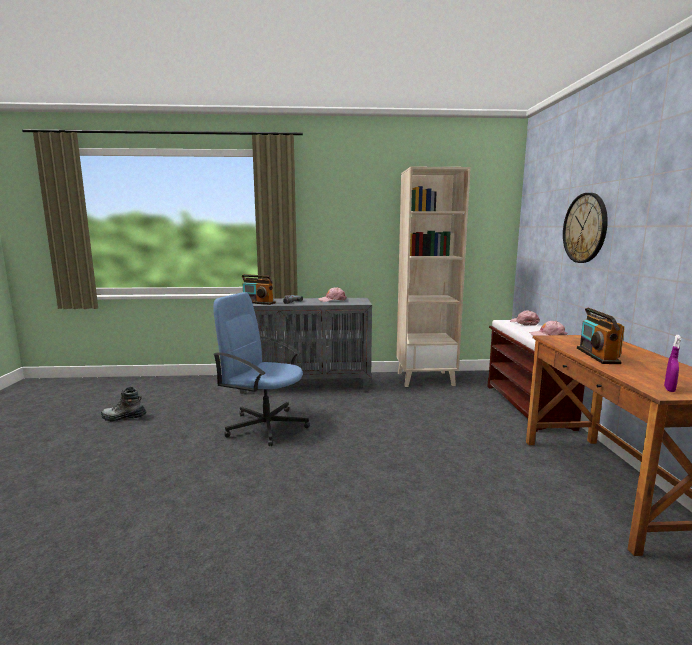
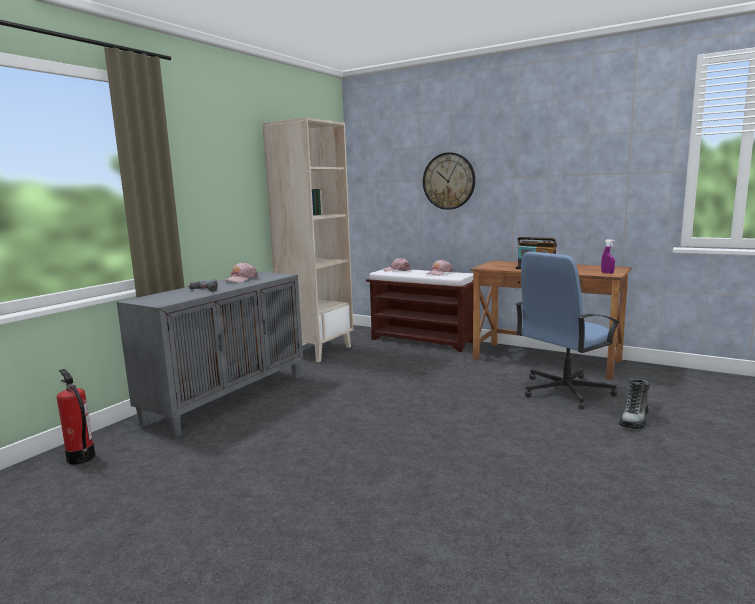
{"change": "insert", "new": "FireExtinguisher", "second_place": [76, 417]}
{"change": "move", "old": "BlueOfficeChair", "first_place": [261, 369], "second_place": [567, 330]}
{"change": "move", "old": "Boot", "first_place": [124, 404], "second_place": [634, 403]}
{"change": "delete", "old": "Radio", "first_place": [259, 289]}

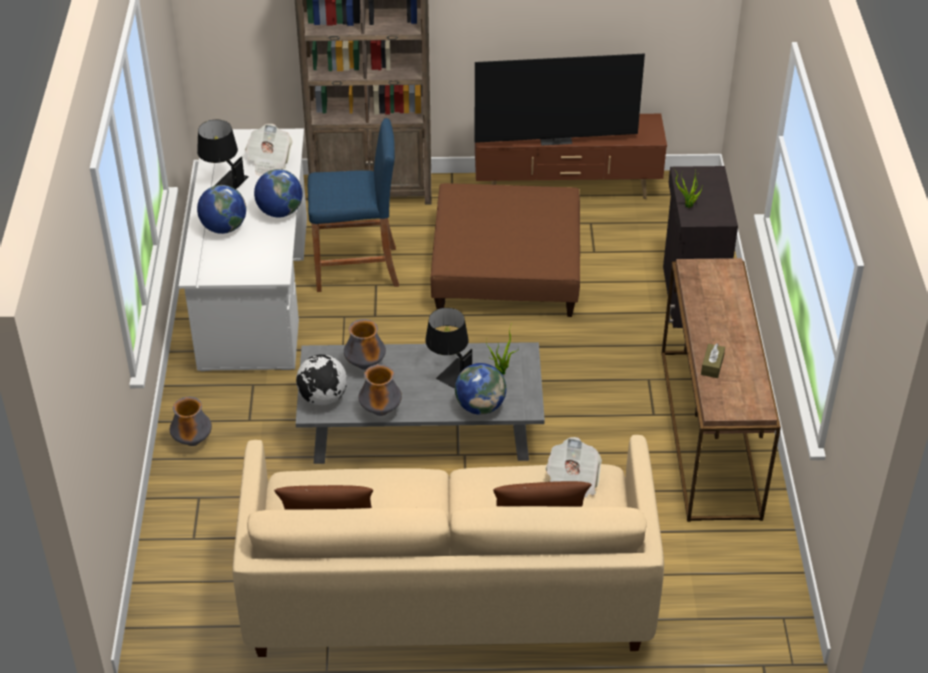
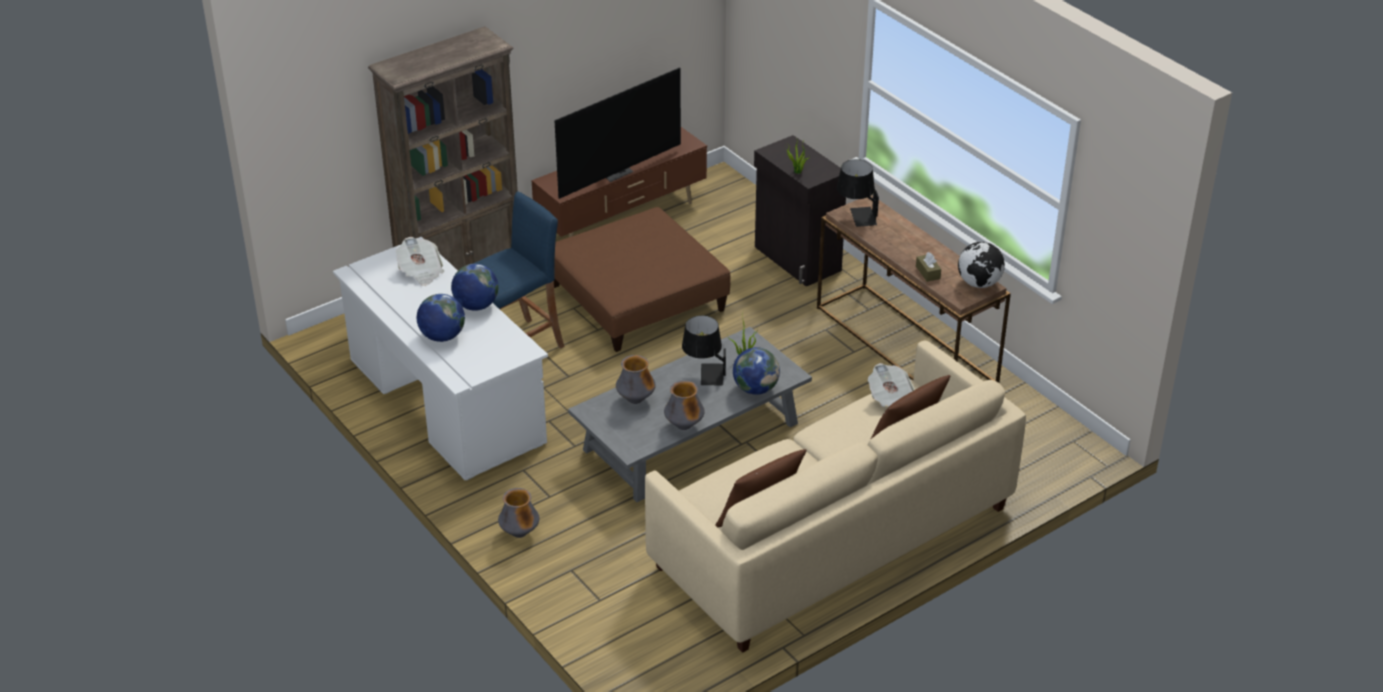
{"change": "move", "old": "BlackTableLamp", "first_place": [223, 154], "second_place": [858, 193]}
{"change": "move", "old": "Globe", "first_place": [321, 380], "second_place": [981, 265]}

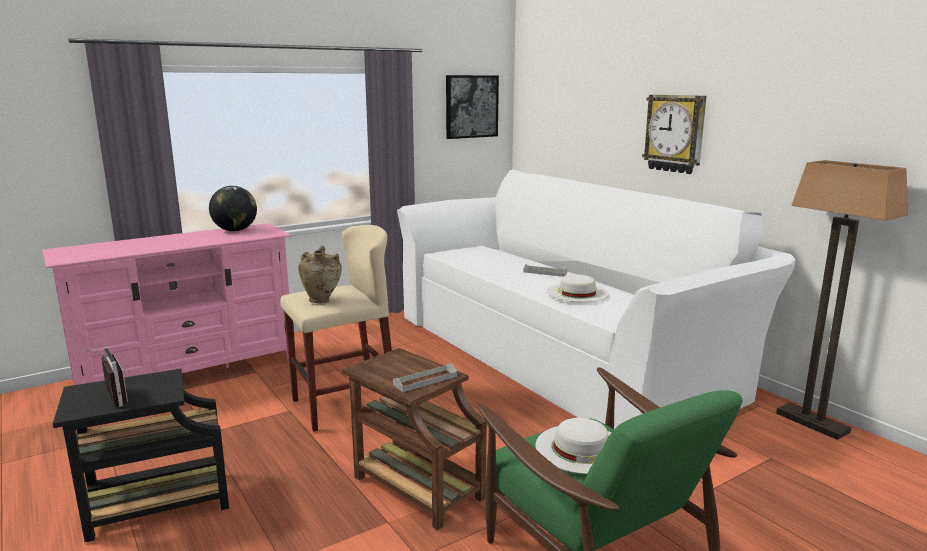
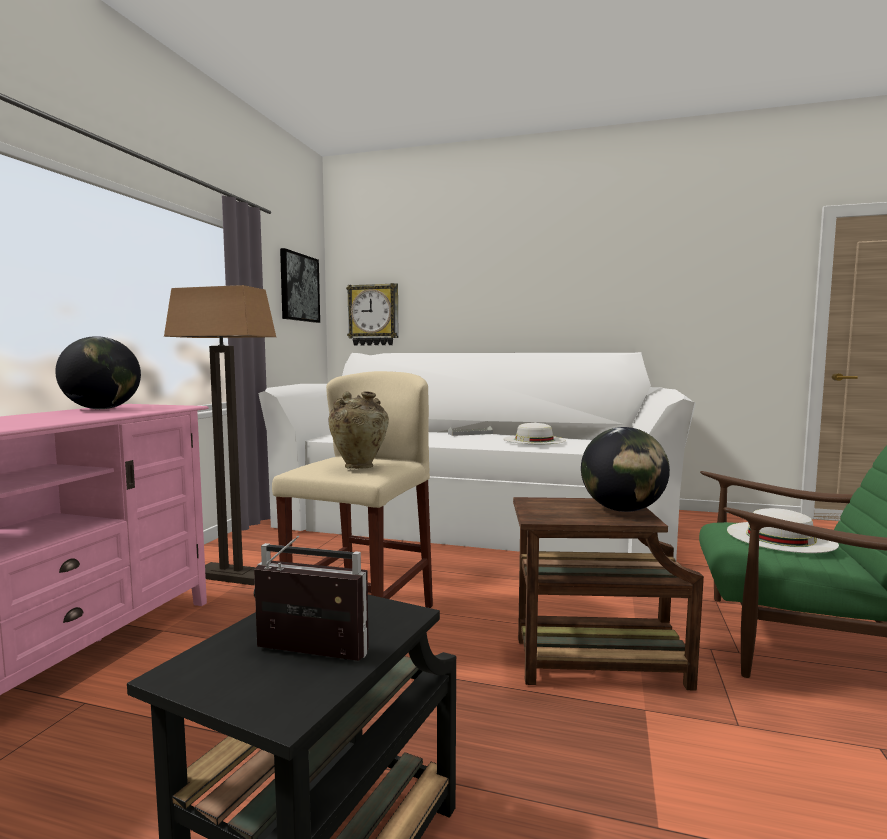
{"change": "move", "old": "FloorLamp", "first_place": [842, 300], "second_place": [220, 435]}
{"change": "move", "old": "WallClock", "first_place": [674, 134], "second_place": [372, 314]}
{"change": "replace", "old": "GreyTray", "new": "Globe", "first_place": [425, 377], "second_place": [625, 469]}

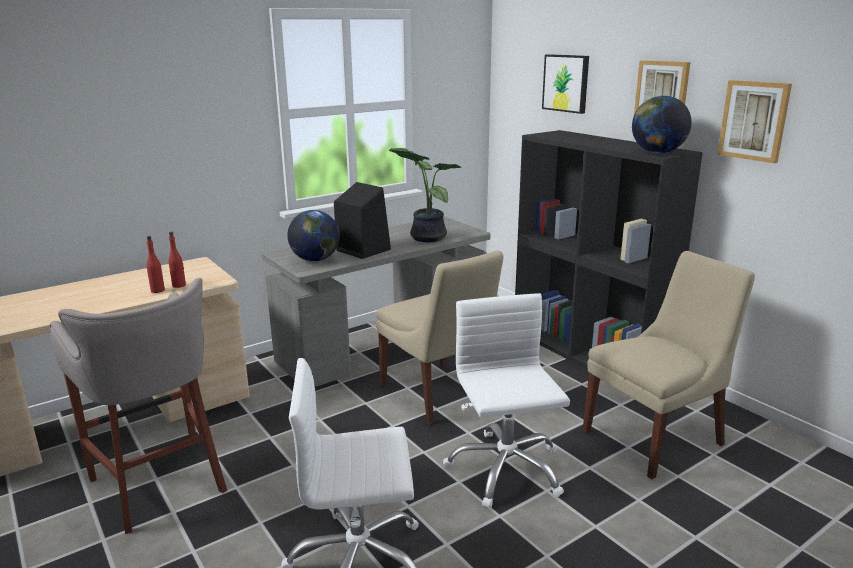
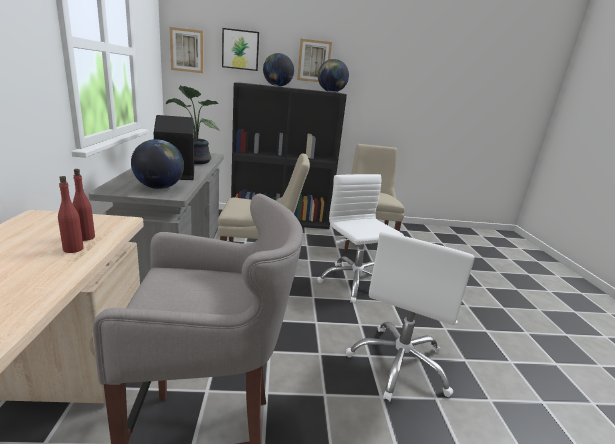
{"change": "move", "old": "Picture", "first_place": [754, 121], "second_place": [187, 50]}
{"change": "insert", "new": "Globe", "second_place": [278, 70]}
{"change": "rotate", "old": "WhiteOfficeChair", "first_place": [506, 400], "second_place": [360, 238], "degrees": 45}

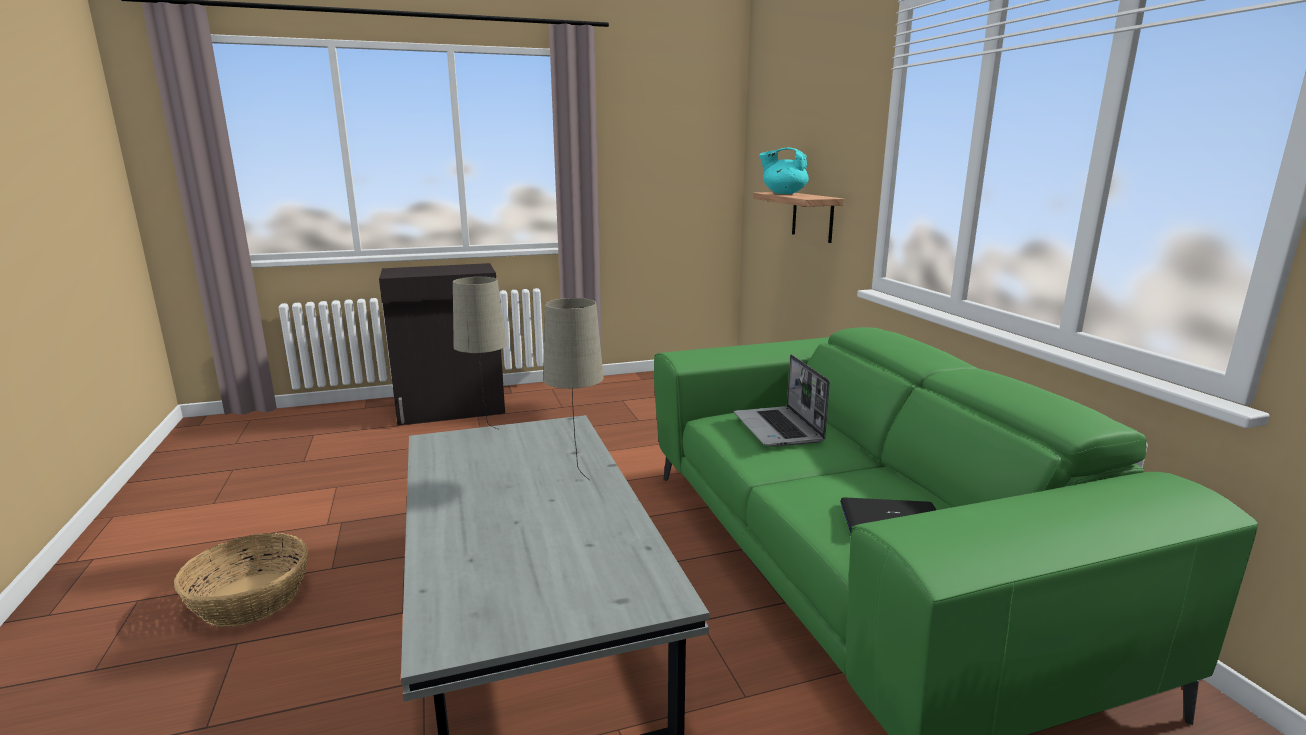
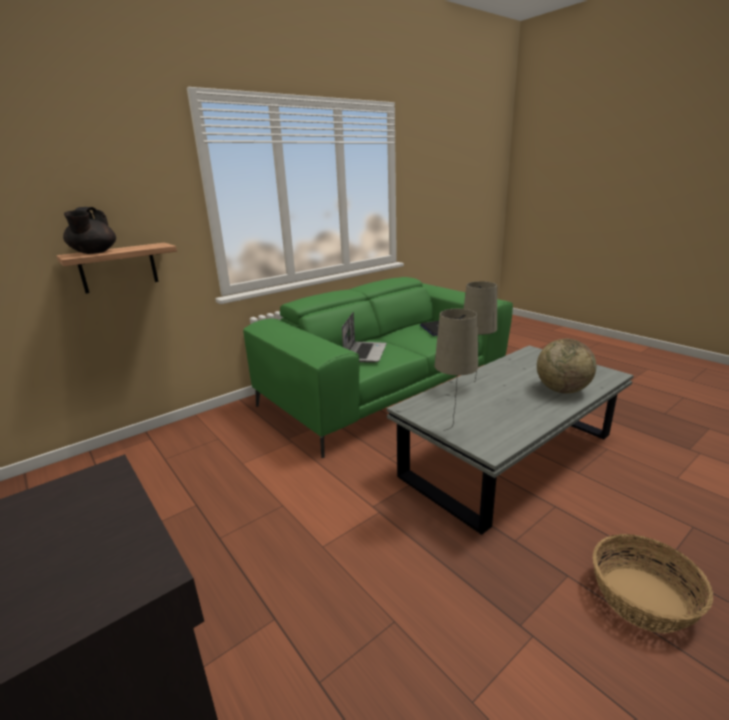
{"change": "recolor", "old": "TurquoiseTeapot", "new": "BlackTeapot", "first_place": [784, 171], "second_place": [89, 230]}
{"change": "rotate", "old": "Laptop", "first_place": [782, 400], "second_place": [364, 337], "degrees": -45}
{"change": "insert", "new": "Globe", "second_place": [566, 366]}

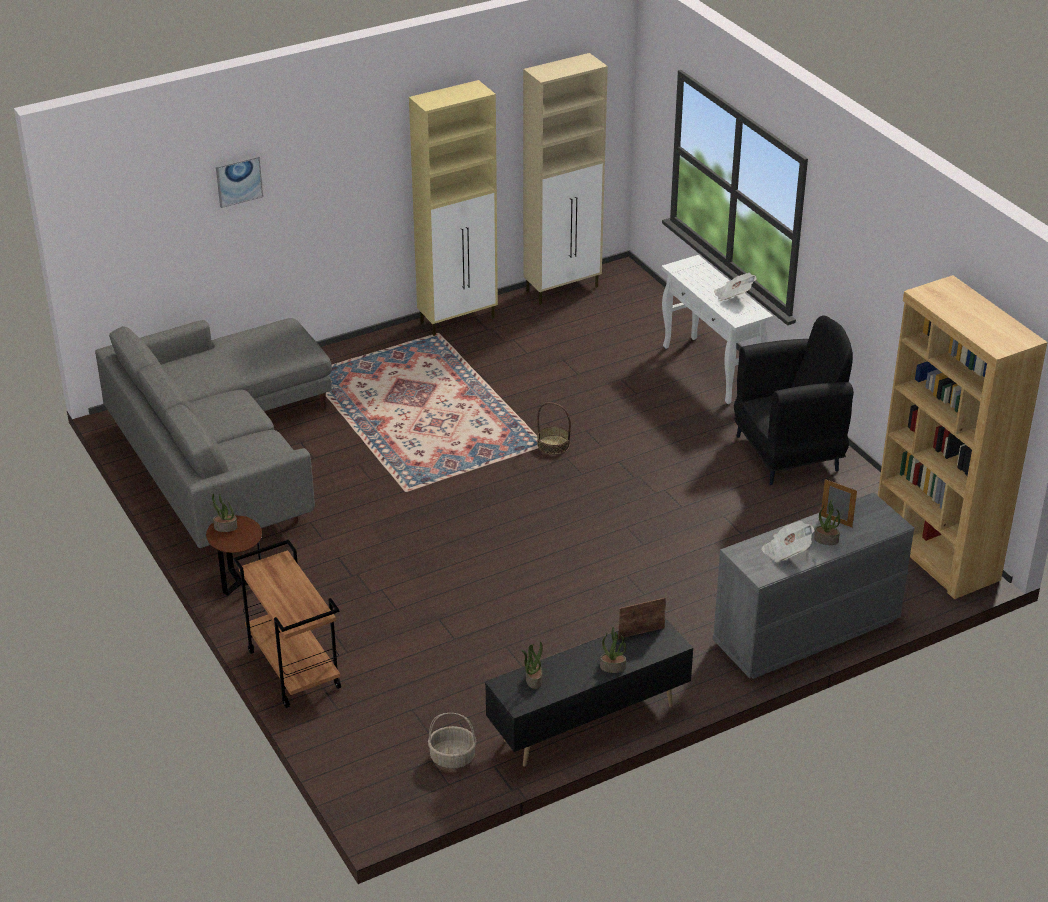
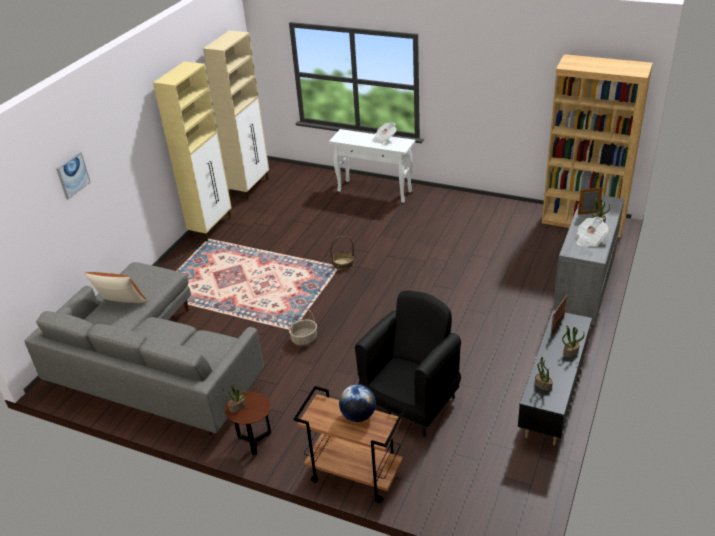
{"change": "insert", "new": "BrownPillow", "second_place": [116, 287]}
{"change": "move", "old": "Basket", "first_place": [452, 741], "second_place": [303, 327]}
{"change": "insert", "new": "Globe", "second_place": [357, 403]}
{"change": "move", "old": "BlackArmchair", "first_place": [794, 400], "second_place": [408, 363]}

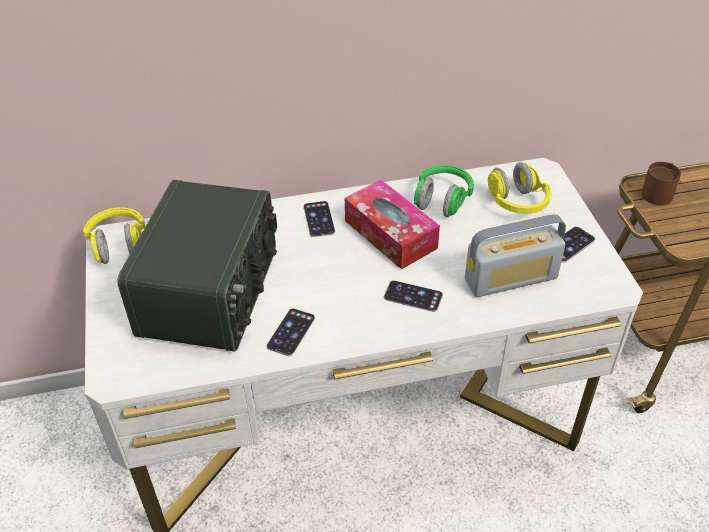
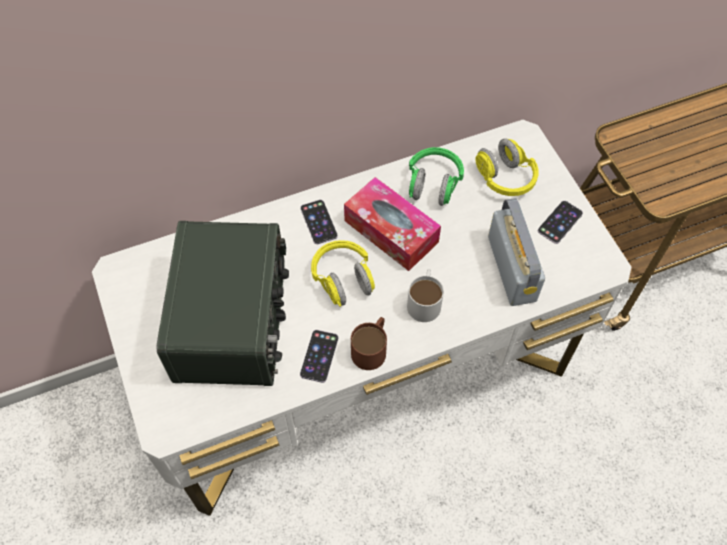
{"change": "move", "old": "YellowHeadphones", "first_place": [114, 235], "second_place": [343, 273]}
{"change": "move", "old": "BrownMug", "first_place": [661, 183], "second_place": [369, 343]}
{"change": "replace", "old": "Phone", "new": "WhiteMug", "first_place": [413, 296], "second_place": [425, 295]}
{"change": "rotate", "old": "Radio", "first_place": [515, 255], "second_place": [516, 252], "degrees": -75}

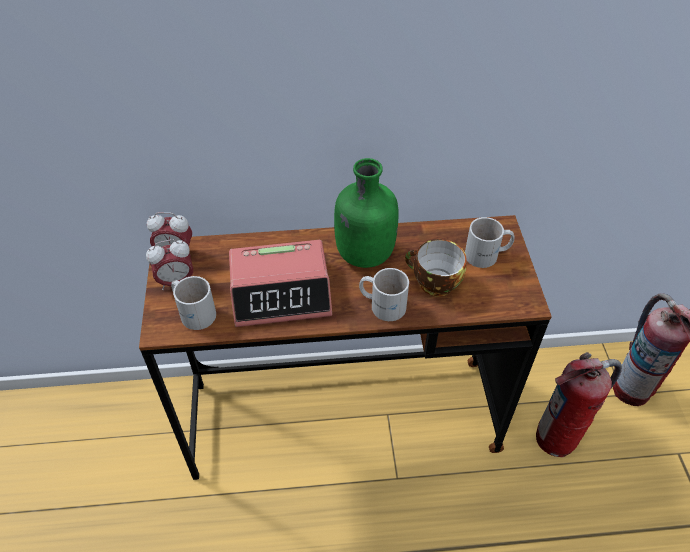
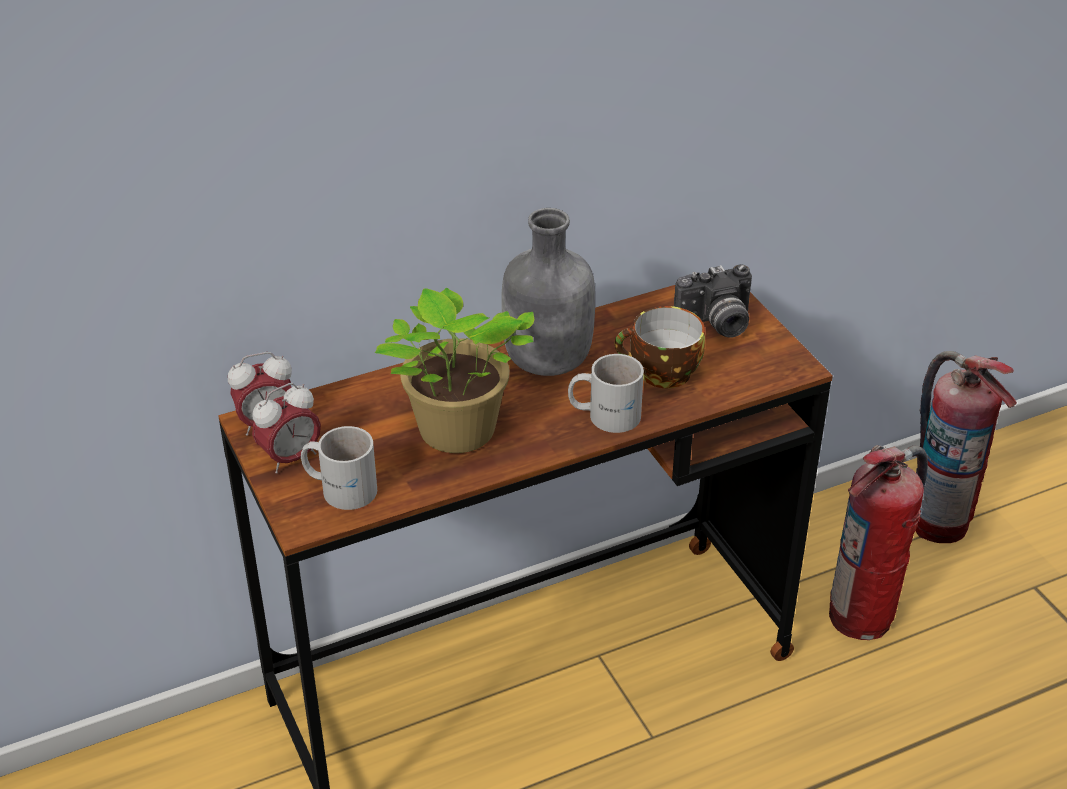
{"change": "replace", "old": "AlarmClock", "new": "PottedPlant", "first_place": [280, 283], "second_place": [454, 370]}
{"change": "recolor", "old": "GreenBottle", "new": "GreyBottle", "first_place": [366, 213], "second_place": [548, 292]}
{"change": "replace", "old": "WhiteMug", "new": "PhotoCamera", "first_place": [490, 242], "second_place": [713, 301]}

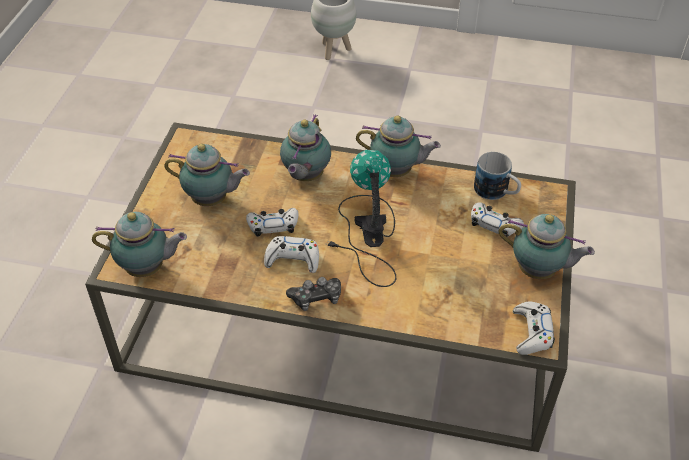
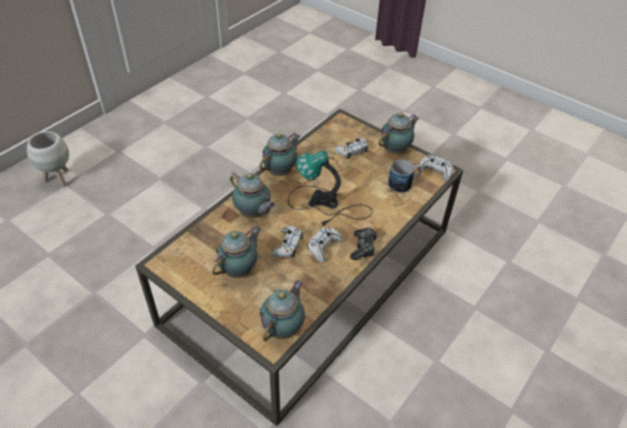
{"change": "move", "old": "Mug", "first_place": [497, 176], "second_place": [406, 176]}

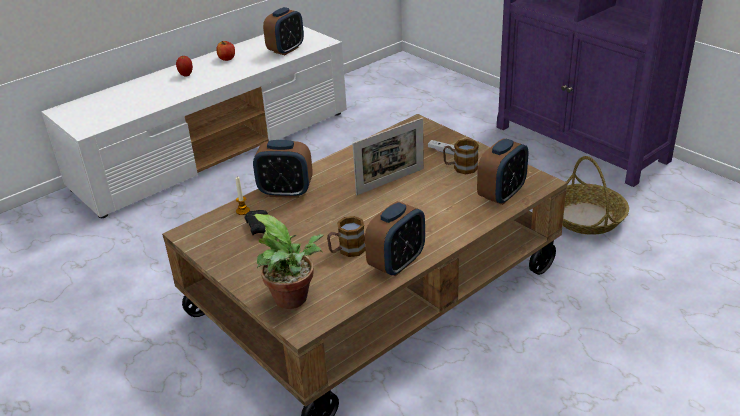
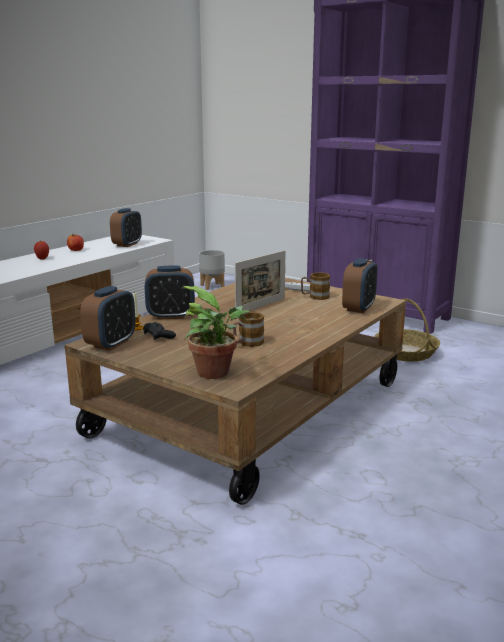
{"change": "move", "old": "AlarmClock", "first_place": [395, 238], "second_place": [108, 318]}
{"change": "insert", "new": "GreyPlanter", "second_place": [212, 270]}

